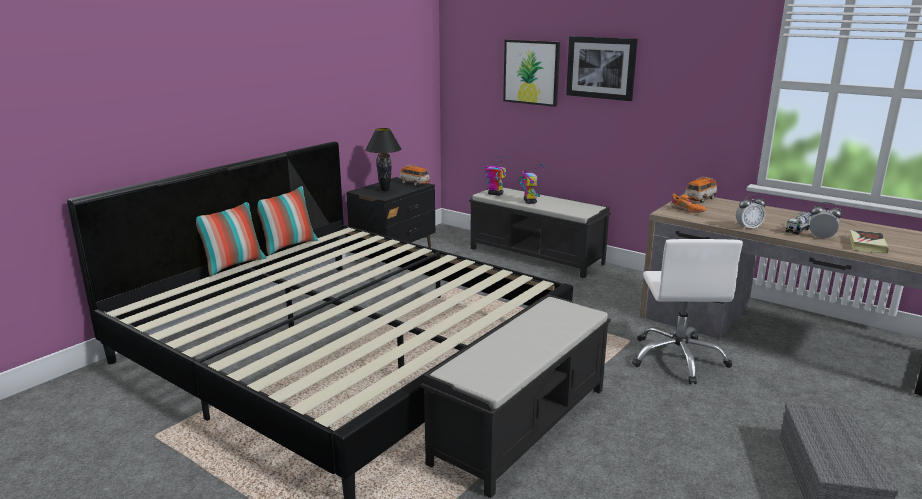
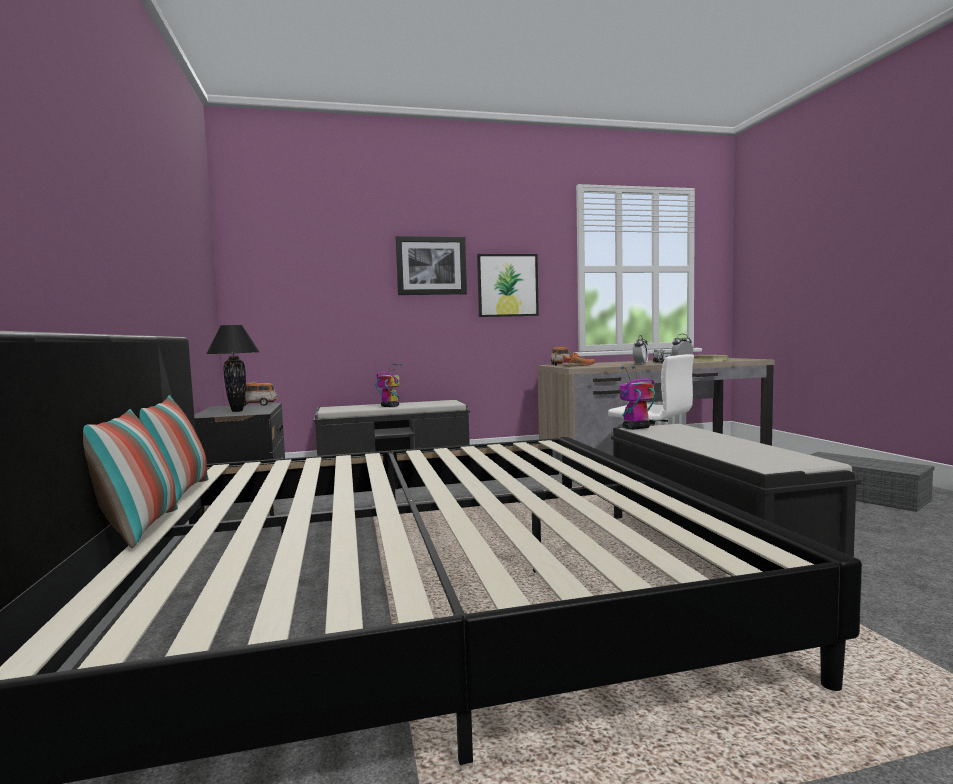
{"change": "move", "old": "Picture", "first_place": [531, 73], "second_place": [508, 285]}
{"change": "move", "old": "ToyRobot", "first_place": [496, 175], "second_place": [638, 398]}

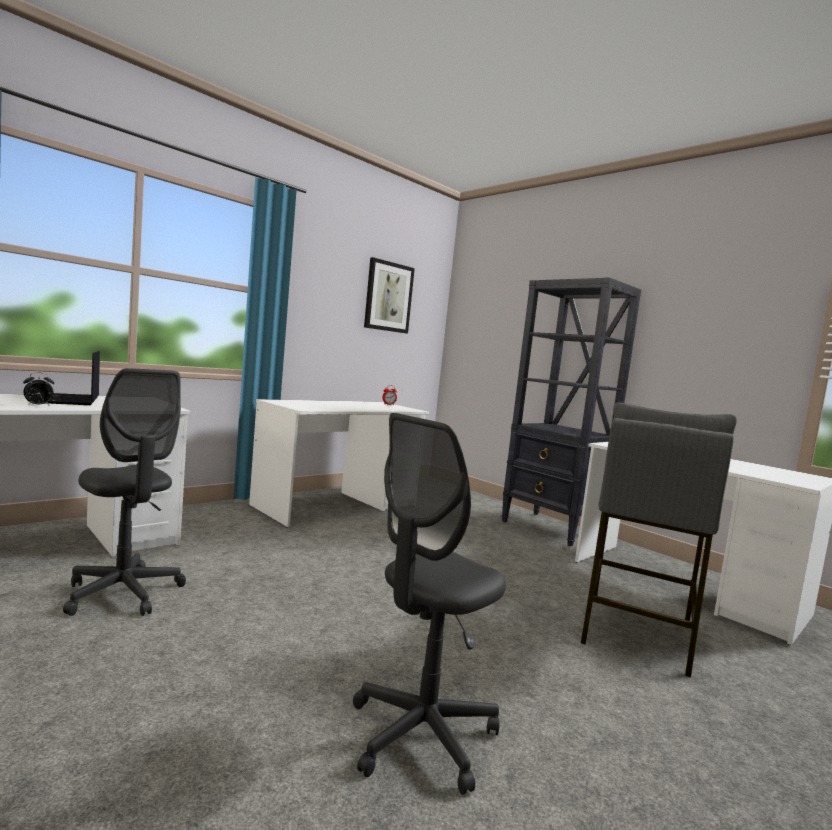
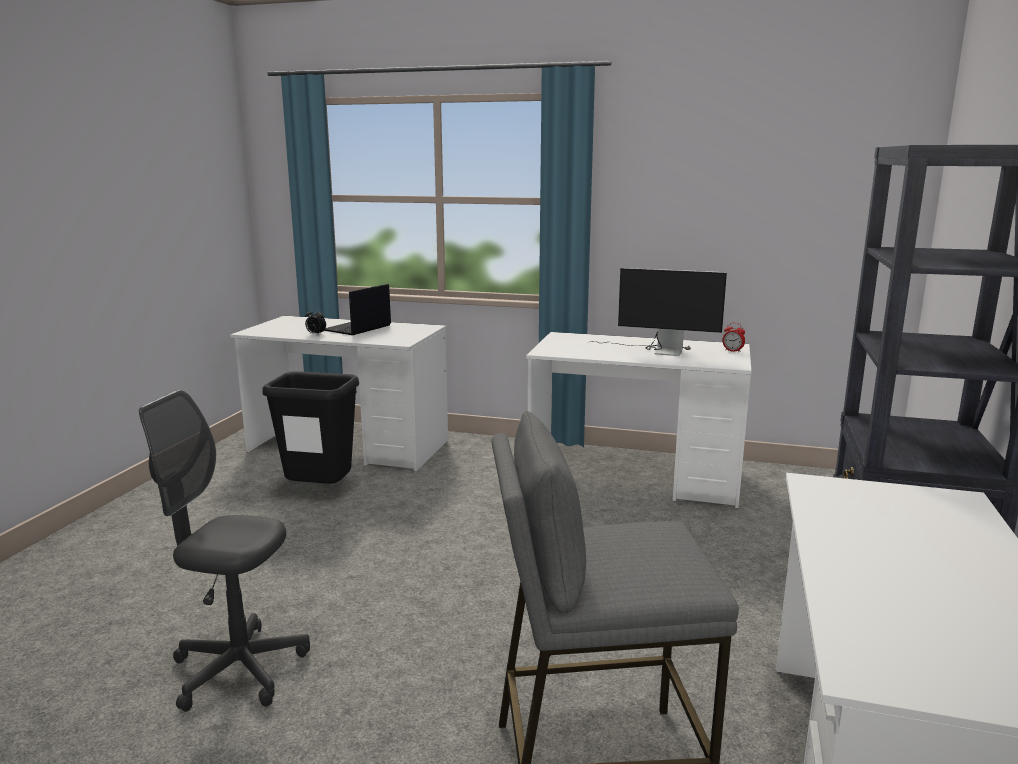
{"change": "replace", "old": "GreyOfficeChair", "new": "BlackTrashCan", "first_place": [124, 492], "second_place": [310, 427]}
{"change": "insert", "new": "Monitor", "second_place": [658, 312]}
{"change": "delete", "old": "Picture", "first_place": [389, 295]}

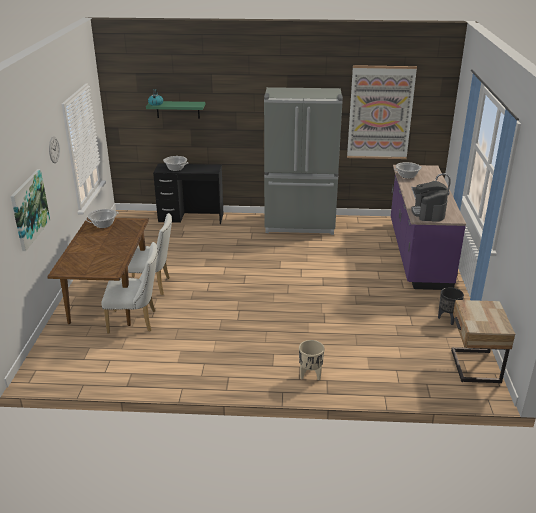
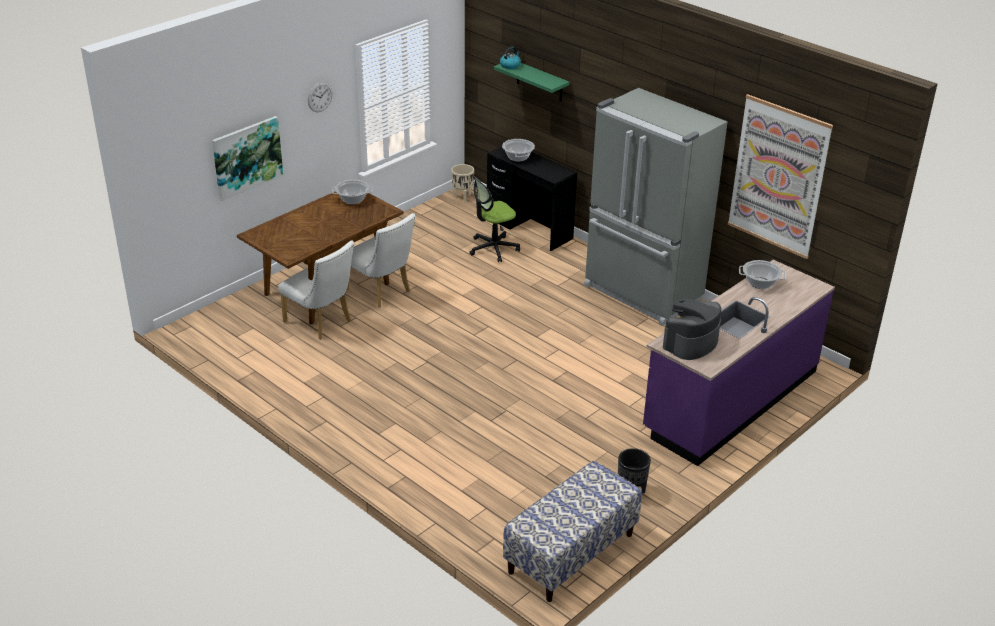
{"change": "move", "old": "BeigePlanter", "first_place": [312, 360], "second_place": [462, 183]}
{"change": "insert", "new": "OfficeChair", "second_place": [494, 218]}
{"change": "replace", "old": "BeigeNightstand", "new": "Bench", "first_place": [483, 342], "second_place": [572, 531]}

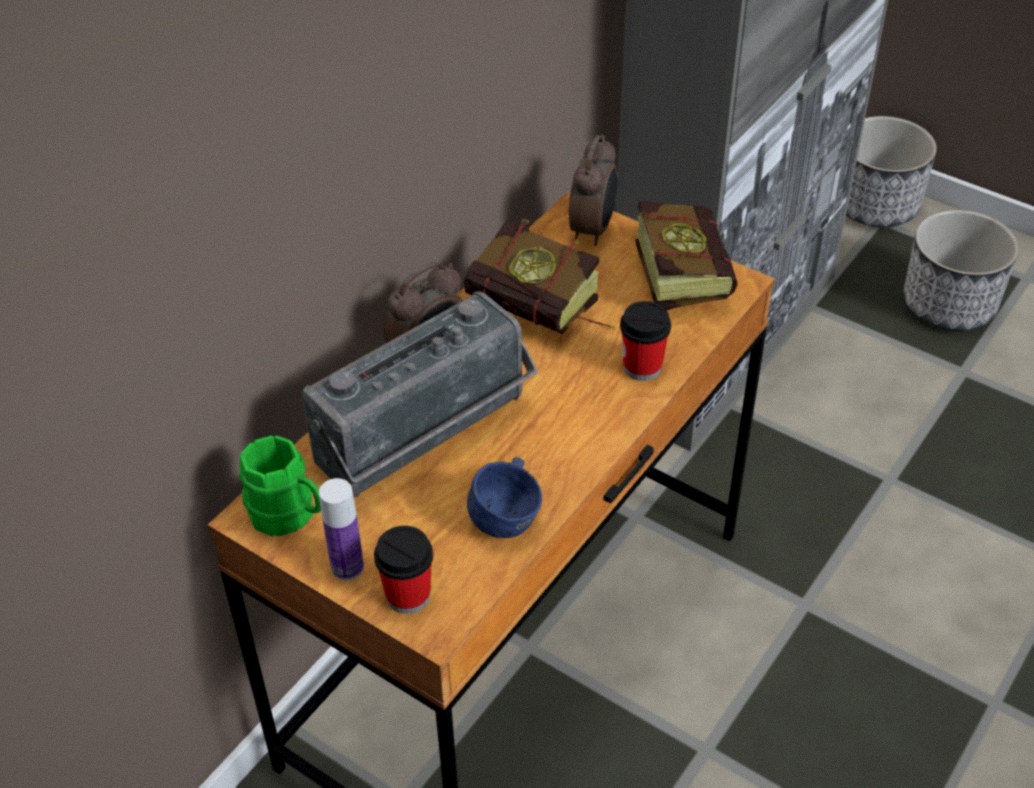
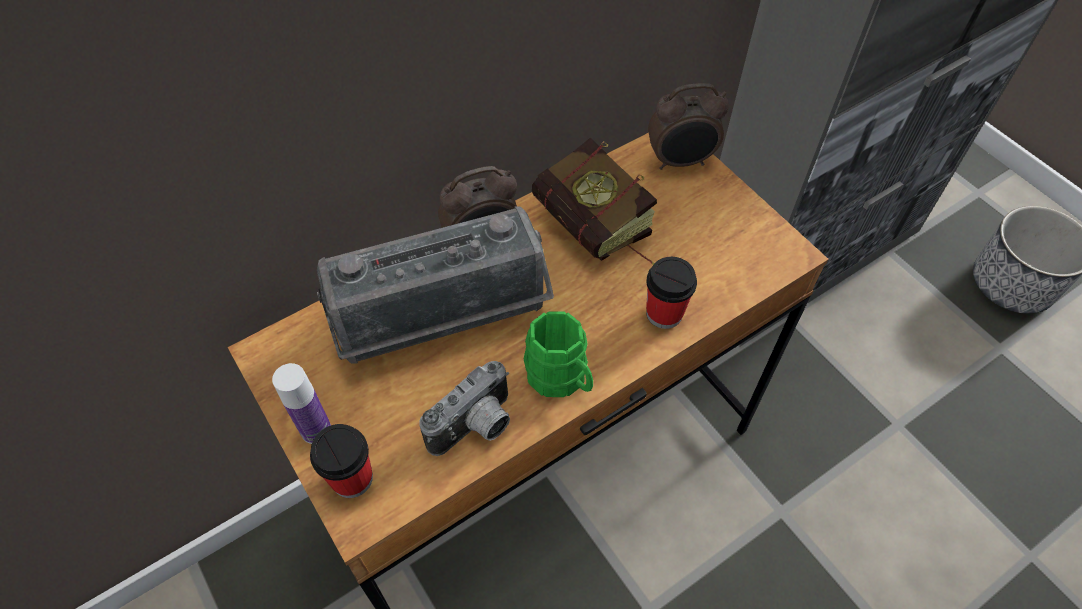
{"change": "replace", "old": "BlueMug", "new": "PhotoCamera", "first_place": [504, 497], "second_place": [464, 408]}
{"change": "move", "old": "GreenMug", "first_place": [280, 486], "second_place": [558, 354]}
{"change": "rotate", "old": "AlarmClock", "first_place": [593, 190], "second_place": [688, 126], "degrees": 45}
{"change": "delete", "old": "Book", "first_place": [686, 255]}
{"change": "delete", "old": "Planter", "first_place": [891, 171]}

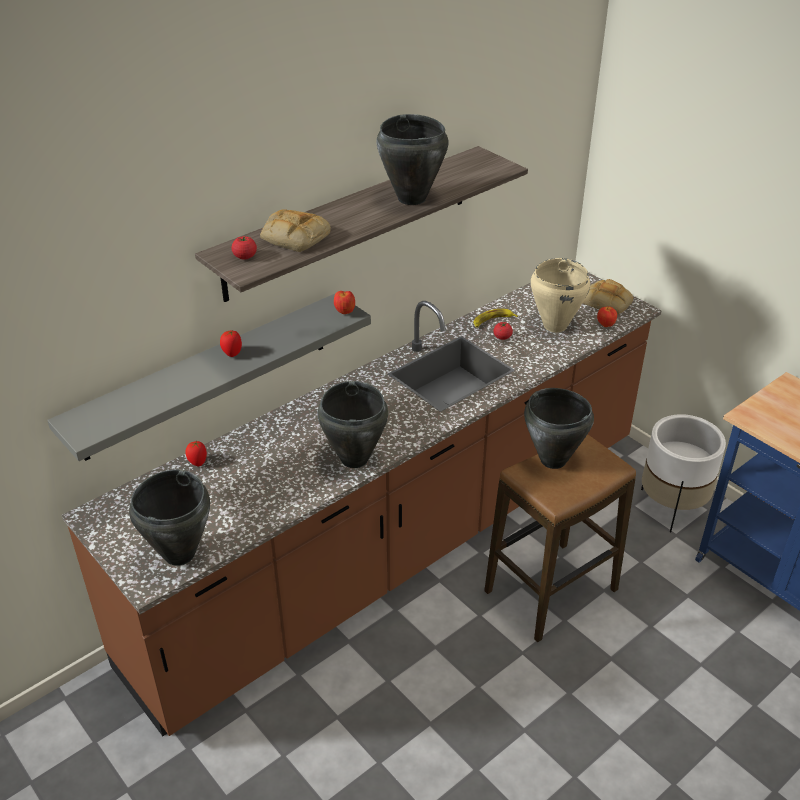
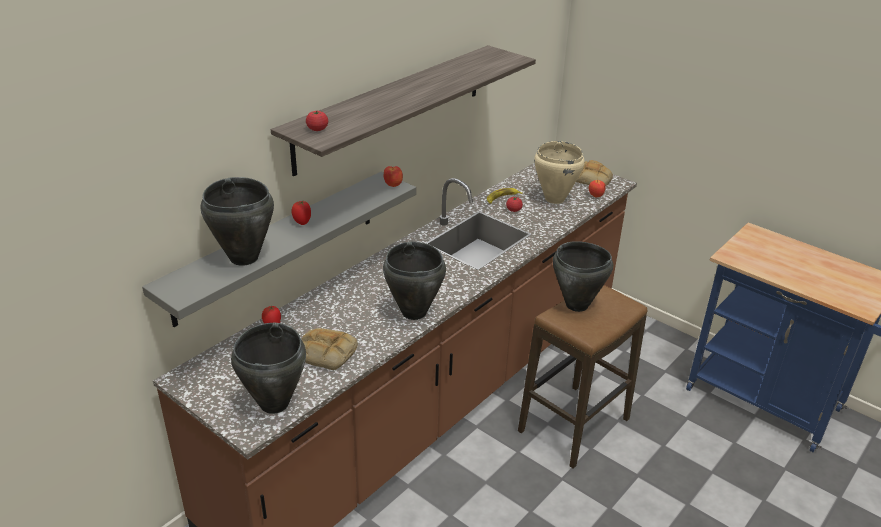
{"change": "move", "old": "BlackCookingPot", "first_place": [412, 159], "second_place": [237, 221]}
{"change": "move", "old": "Bread", "first_place": [295, 230], "second_place": [329, 349]}
{"change": "delete", "old": "WhitePlanter", "first_place": [683, 473]}

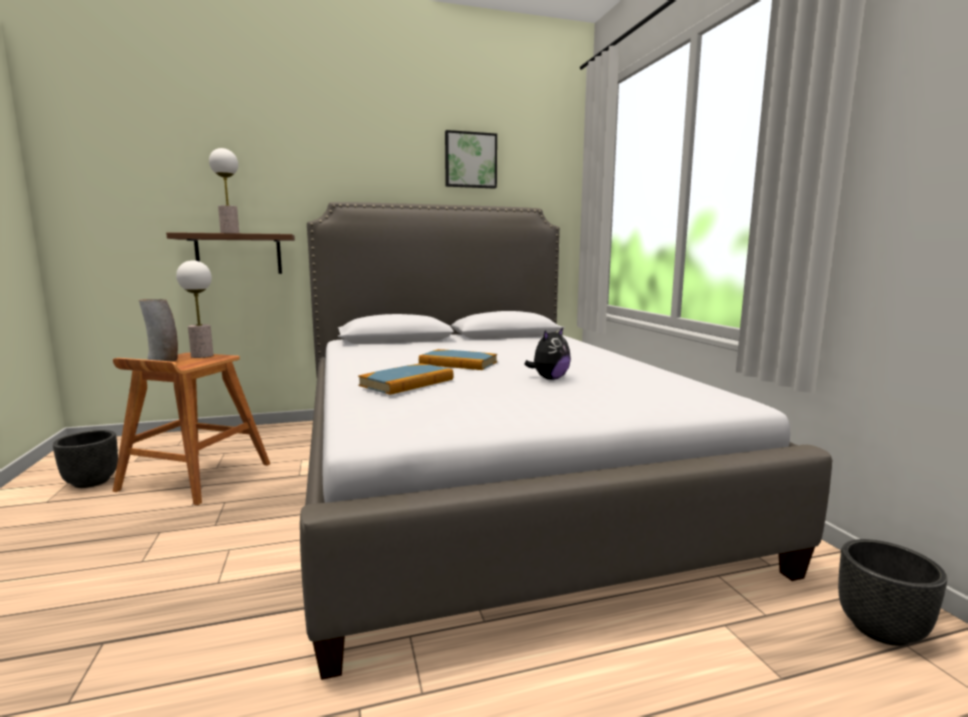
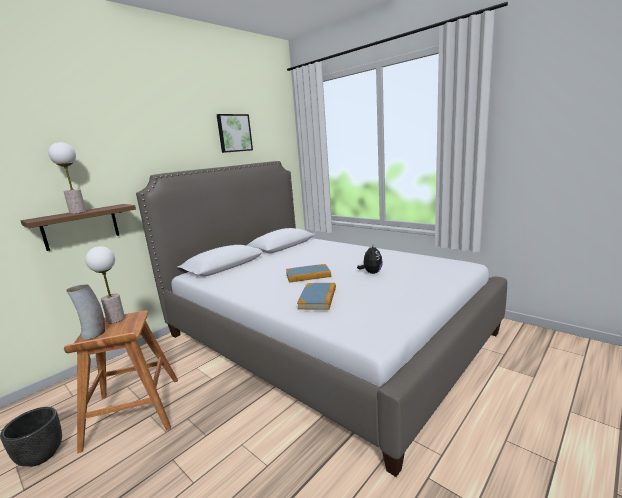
{"change": "delete", "old": "BlackPlanter", "first_place": [893, 592]}

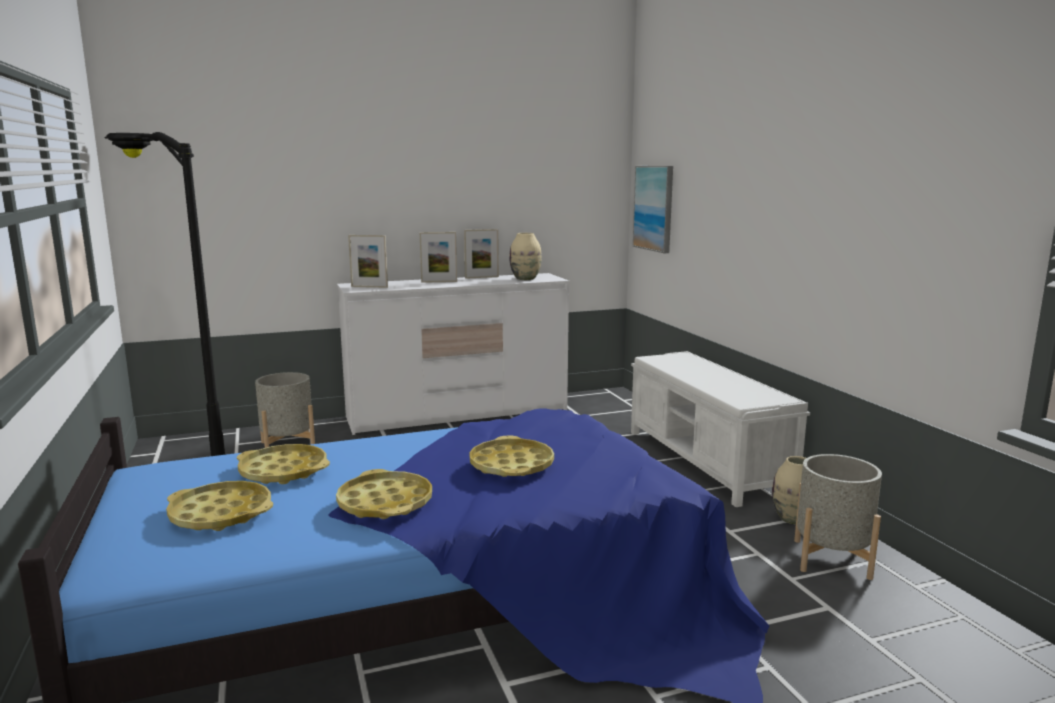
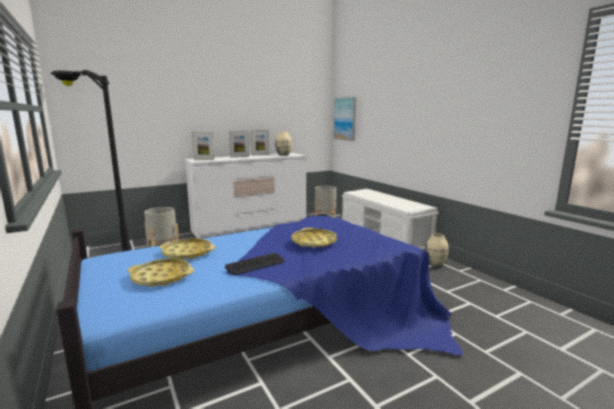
{"change": "replace", "old": "YellowTray", "new": "Keyboard", "first_place": [384, 494], "second_place": [255, 264]}
{"change": "move", "old": "GreyPlanter", "first_place": [838, 517], "second_place": [326, 202]}

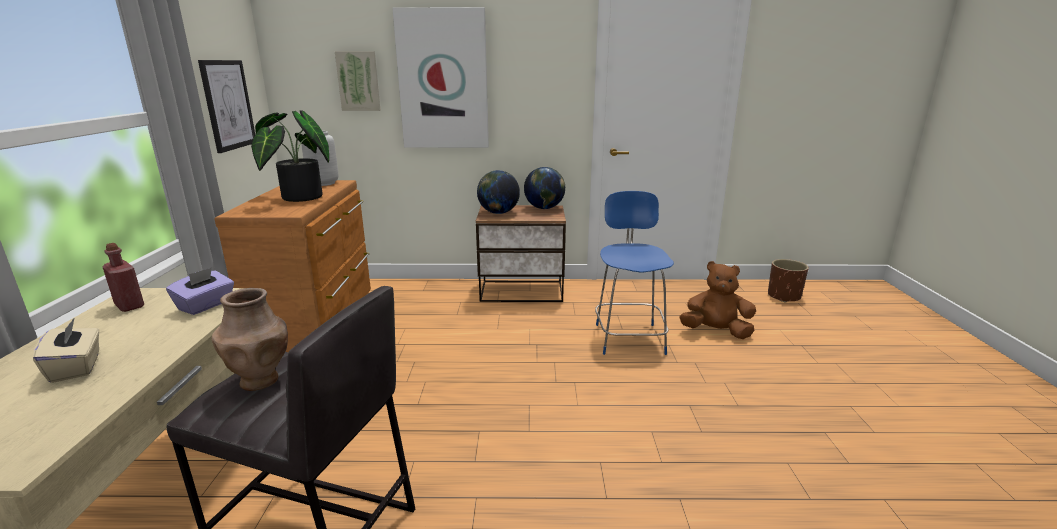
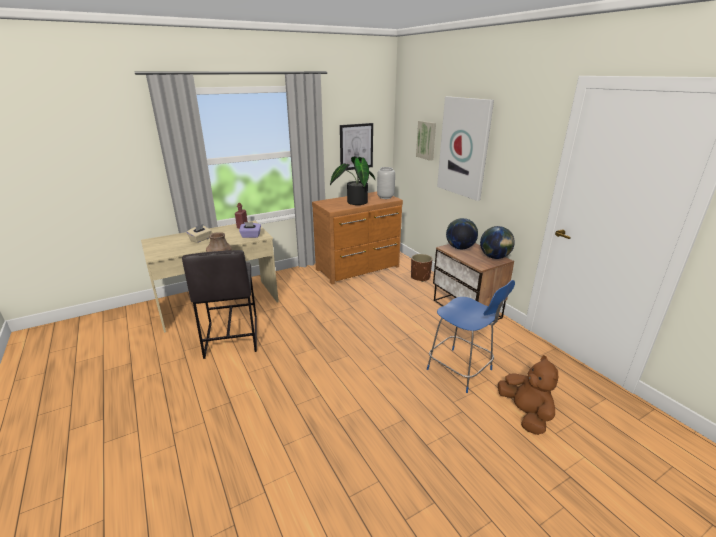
{"change": "move", "old": "BrownPlanter", "first_place": [788, 281], "second_place": [422, 268]}
{"change": "rotate", "old": "BlueChair", "first_place": [634, 273], "second_place": [471, 336], "degrees": 75}

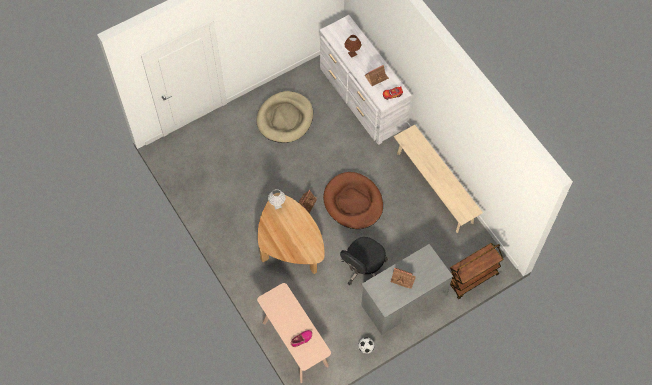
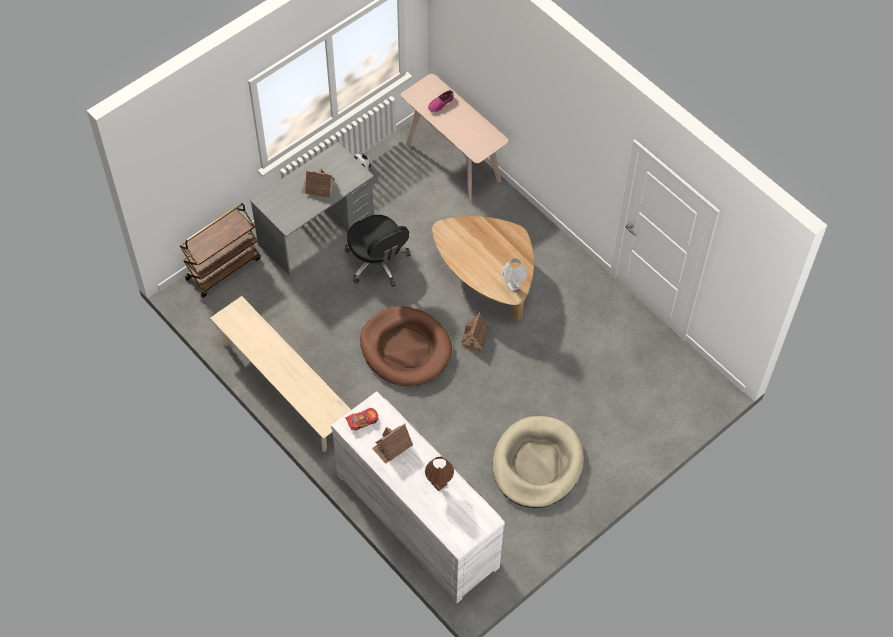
{"change": "rotate", "old": "BlackOfficeChair", "first_place": [364, 261], "second_place": [377, 251], "degrees": 120}

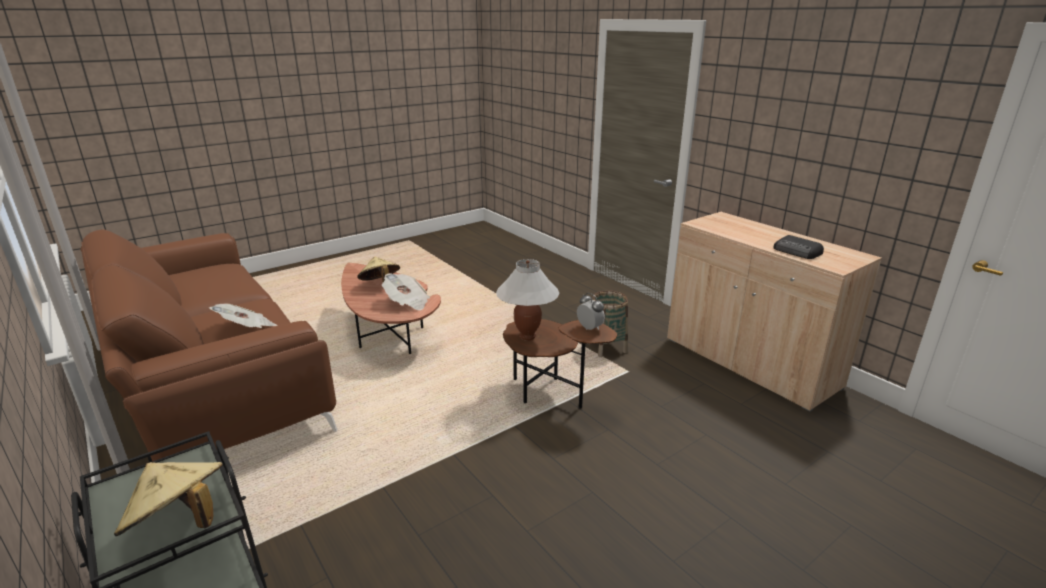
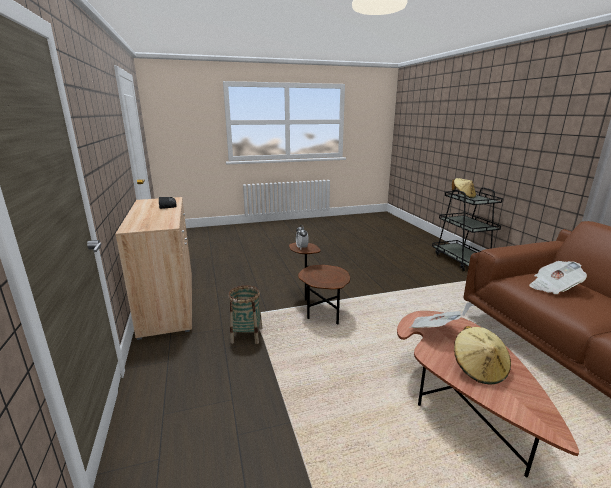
{"change": "delete", "old": "WhiteTableLamp", "first_place": [527, 299]}

